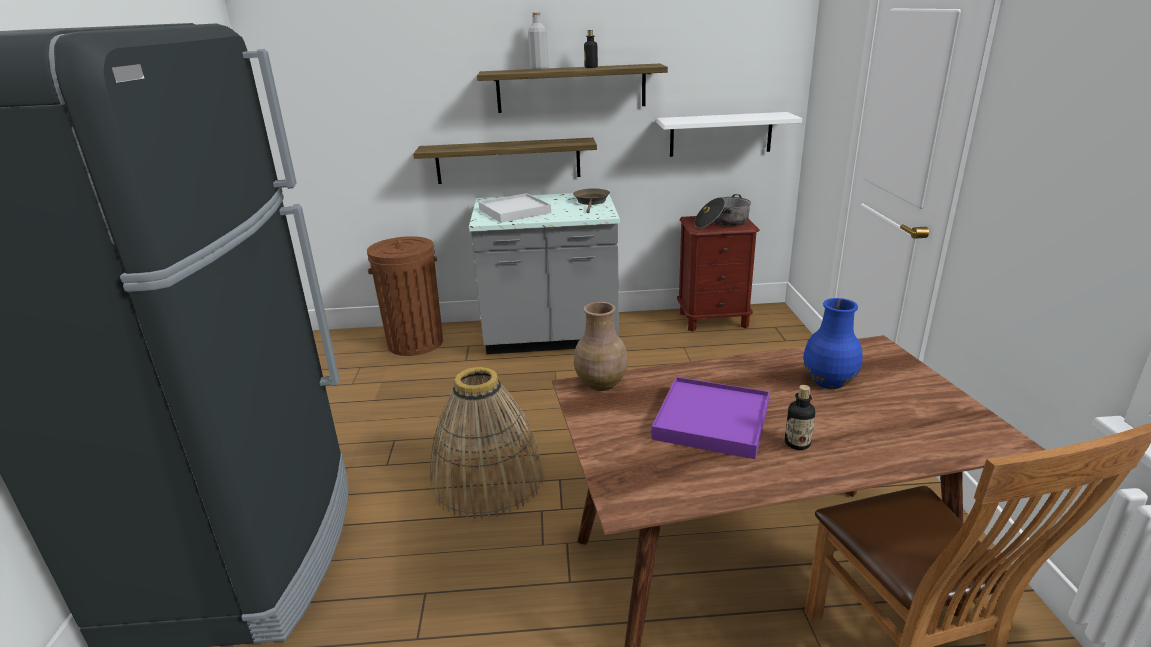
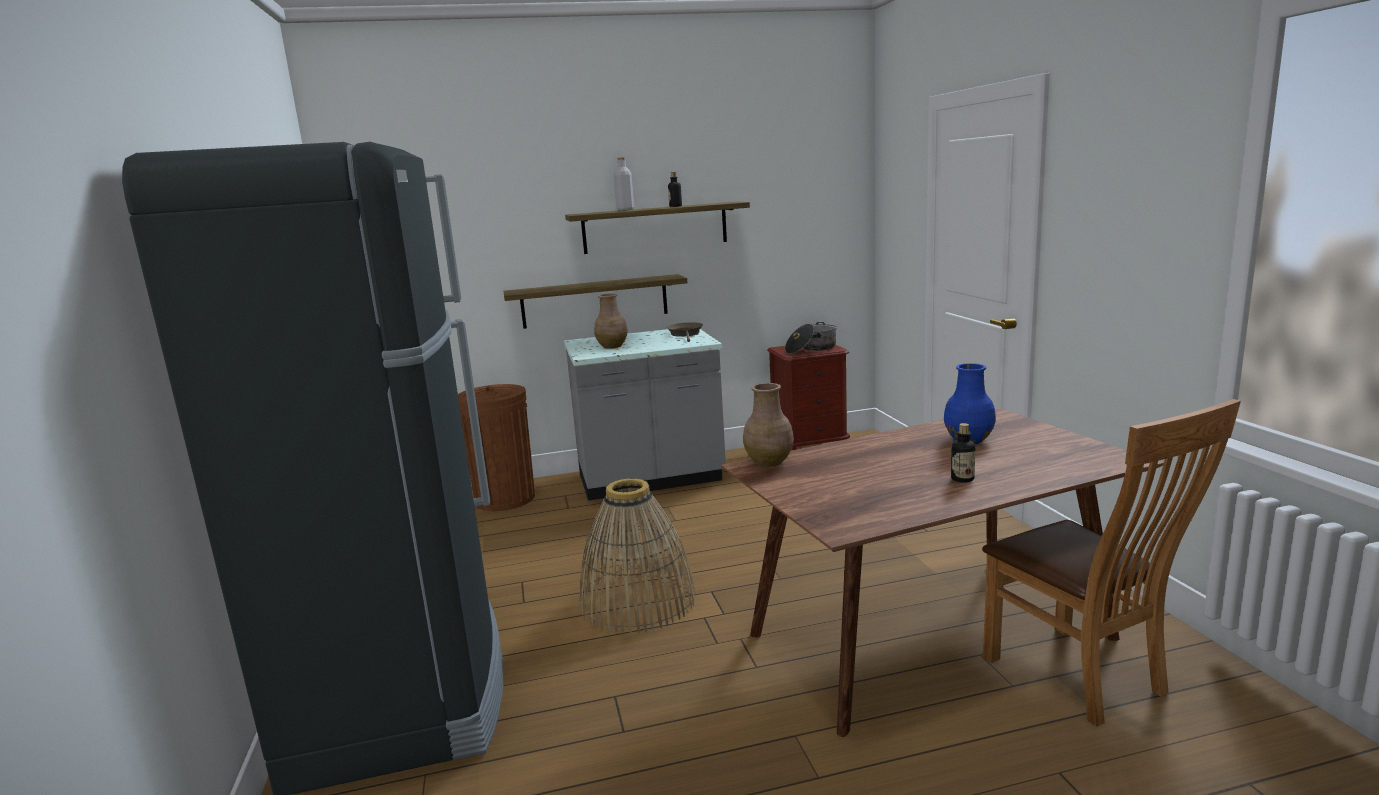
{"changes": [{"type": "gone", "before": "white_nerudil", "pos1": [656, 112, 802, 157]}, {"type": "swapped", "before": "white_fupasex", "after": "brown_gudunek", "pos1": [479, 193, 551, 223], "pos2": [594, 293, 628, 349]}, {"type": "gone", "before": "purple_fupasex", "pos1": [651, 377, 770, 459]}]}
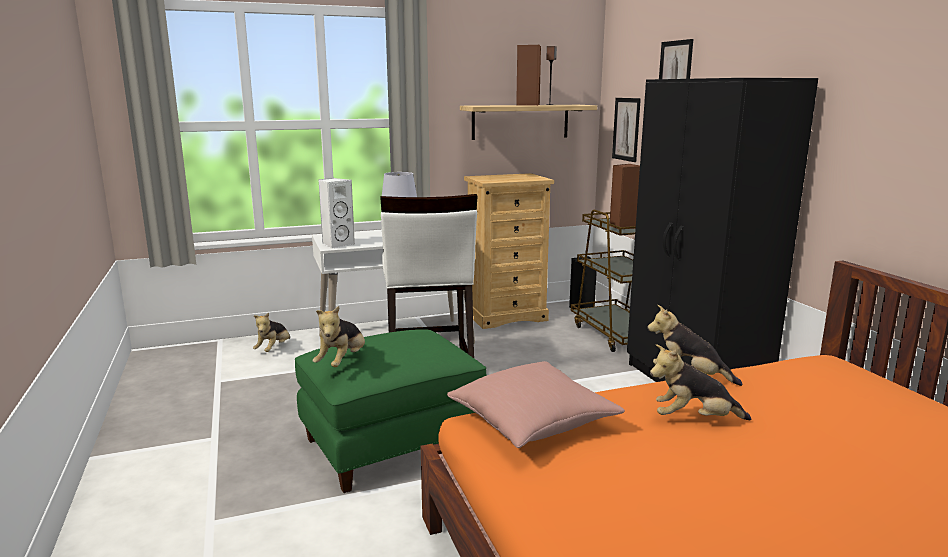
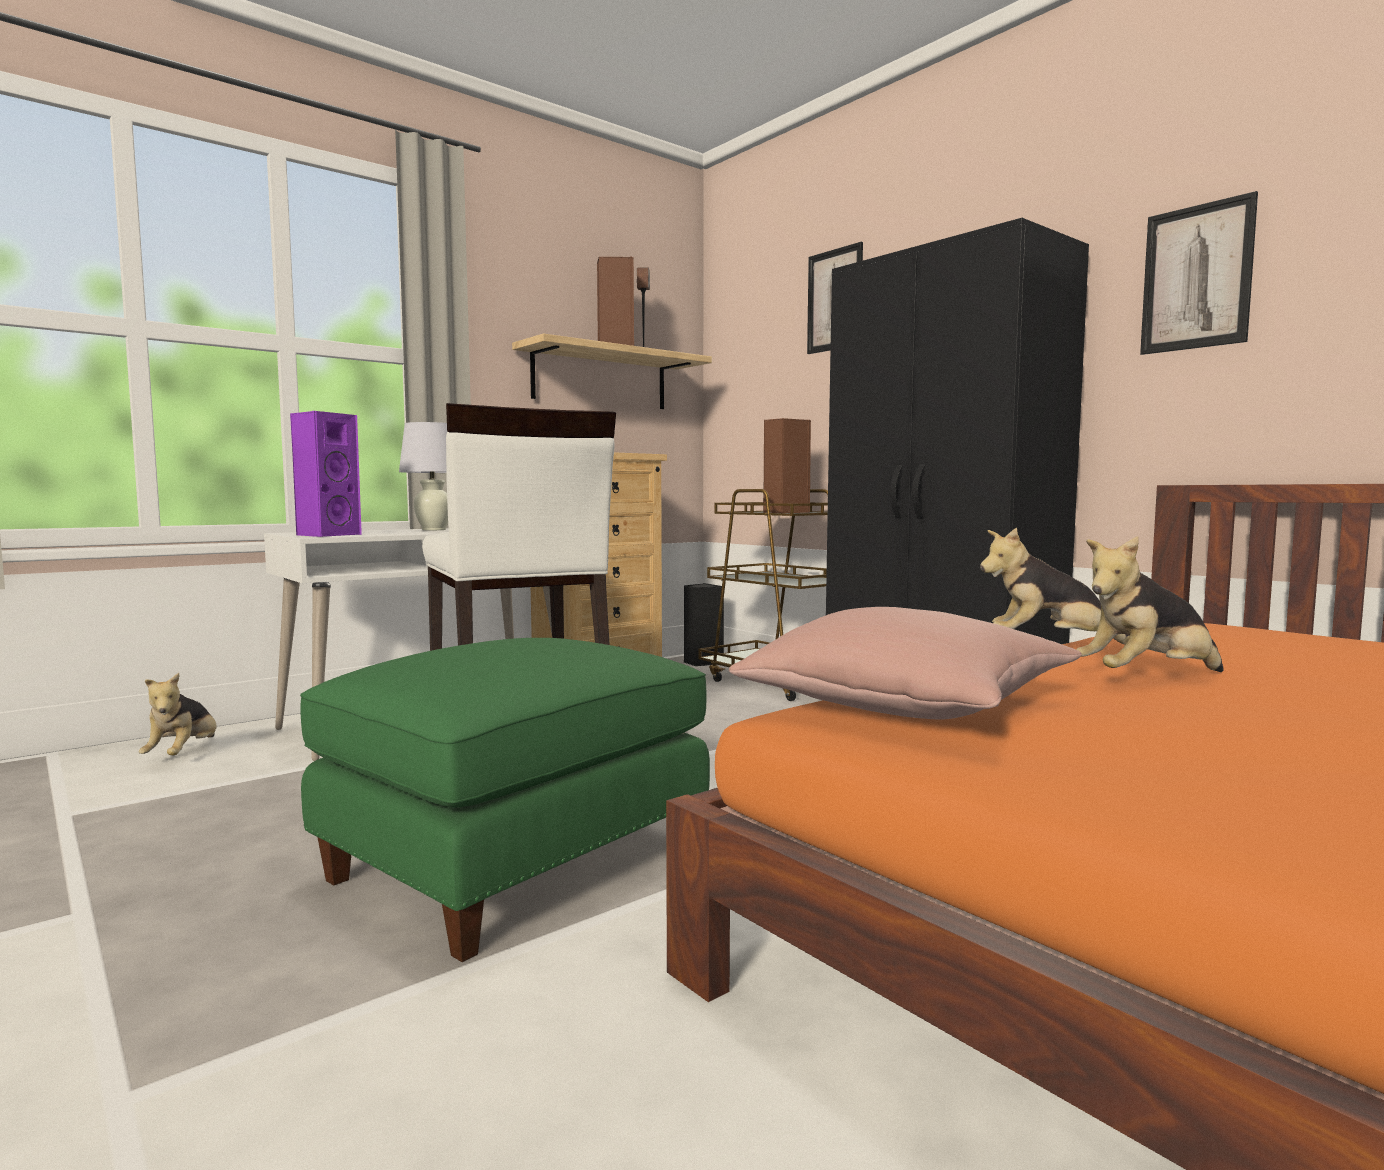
{"changes": [{"type": "shifted", "before": "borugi", "pos1": [612, 98, 641, 162], "pos2": [1140, 191, 1258, 355]}, {"type": "repainted", "before": "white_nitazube", "after": "purple_nitazube", "pos1": [318, 178, 355, 249], "pos2": [290, 411, 362, 537]}, {"type": "gone", "before": "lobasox", "pos1": [313, 306, 365, 367]}]}
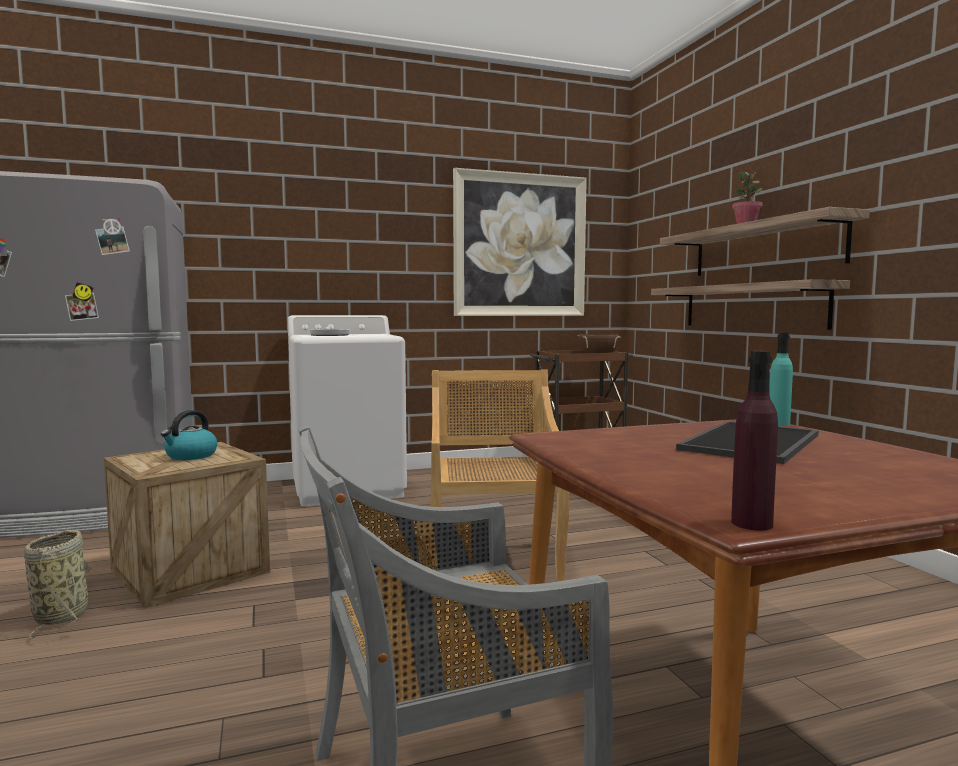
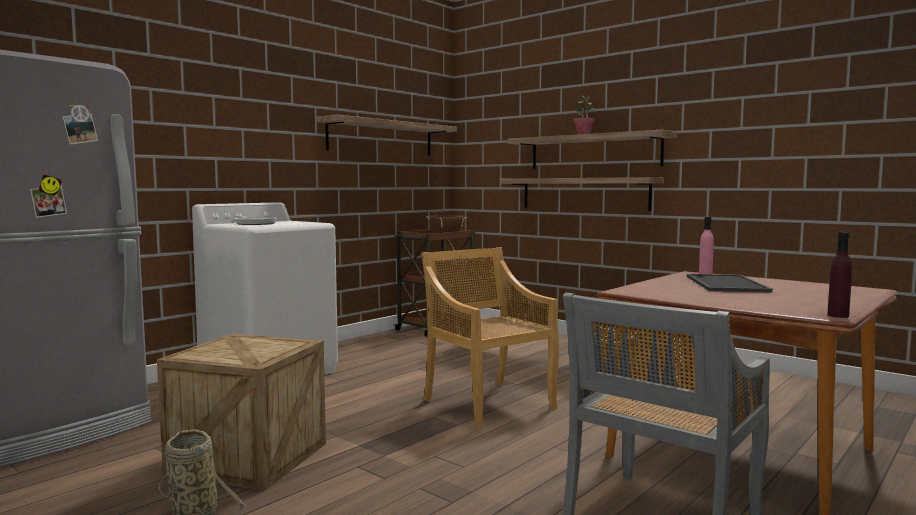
{"changes": [{"type": "swapped", "before": "borugi", "after": "nerudil", "pos1": [453, 168, 587, 316], "pos2": [316, 114, 457, 155]}, {"type": "repainted", "before": "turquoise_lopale", "after": "pink_lopale", "pos1": [769, 332, 793, 426], "pos2": [699, 217, 714, 274]}, {"type": "gone", "before": "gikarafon", "pos1": [161, 410, 217, 460]}]}
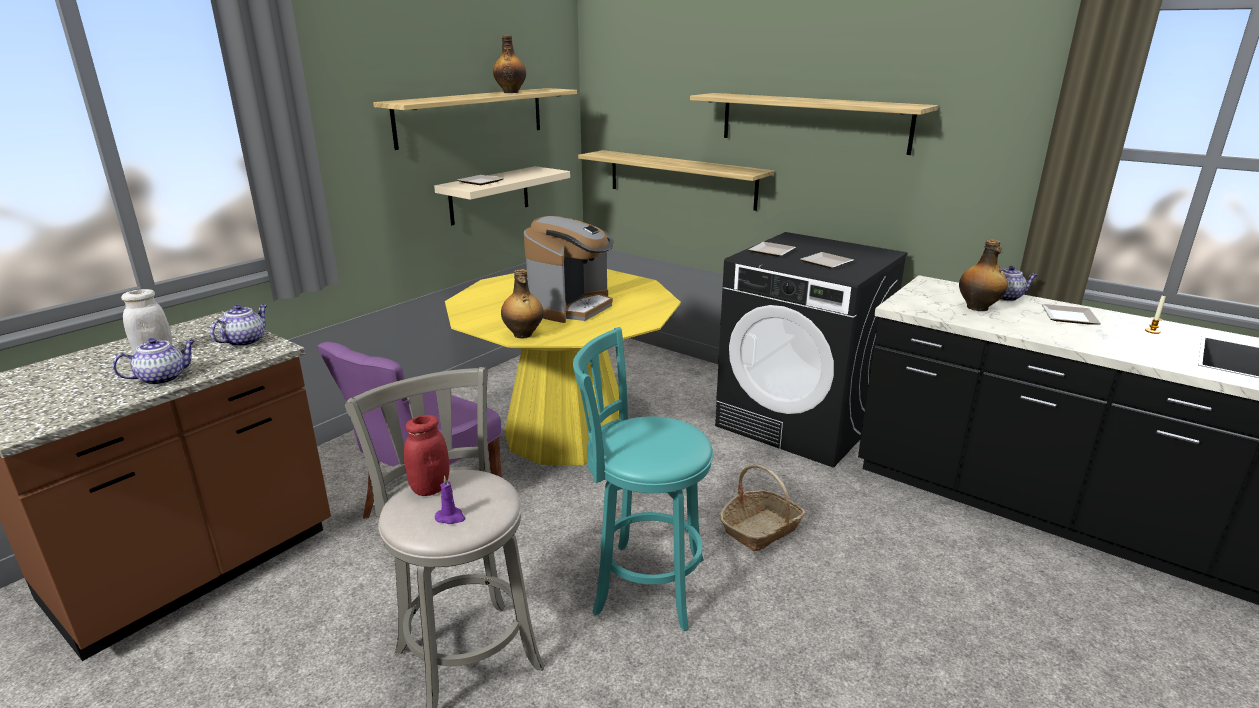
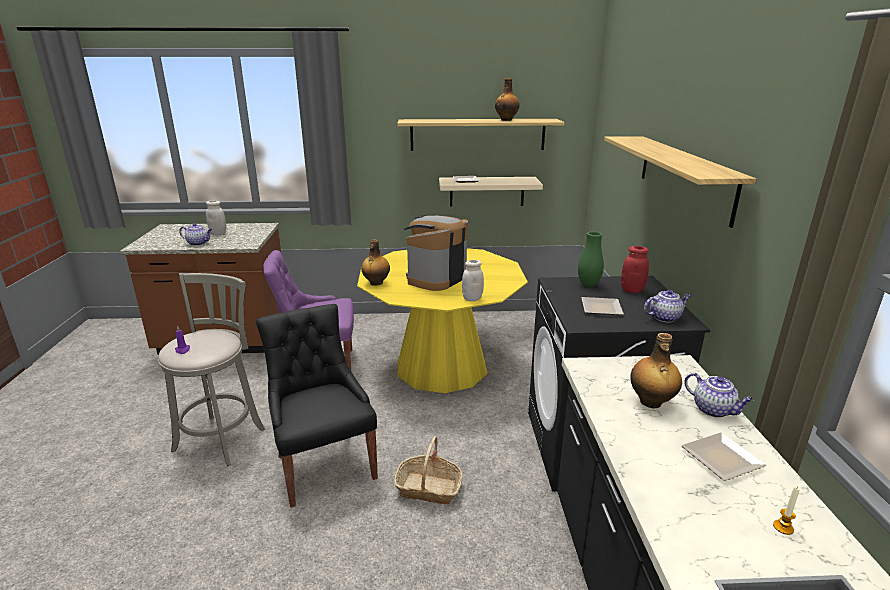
{"changes": [{"type": "gone", "before": "nerudil", "pos1": [578, 150, 774, 211]}, {"type": "rotated", "before": "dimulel", "pos1": [524, 216, 614, 323], "pos2": [404, 215, 468, 291], "turn": 135}, {"type": "swapped", "before": "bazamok", "after": "green_gudunek", "pos1": [748, 242, 796, 257], "pos2": [578, 231, 604, 287]}, {"type": "shifted", "before": "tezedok", "pos1": [210, 304, 267, 347], "pos2": [644, 290, 691, 322]}, {"type": "swapped", "before": "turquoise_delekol", "after": "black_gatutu", "pos1": [573, 327, 713, 631], "pos2": [256, 304, 378, 508]}, {"type": "shifted", "before": "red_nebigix", "pos1": [404, 415, 450, 496], "pos2": [621, 246, 649, 293]}, {"type": "new", "after": "white_nebigix", "pos2": [462, 260, 484, 301]}]}
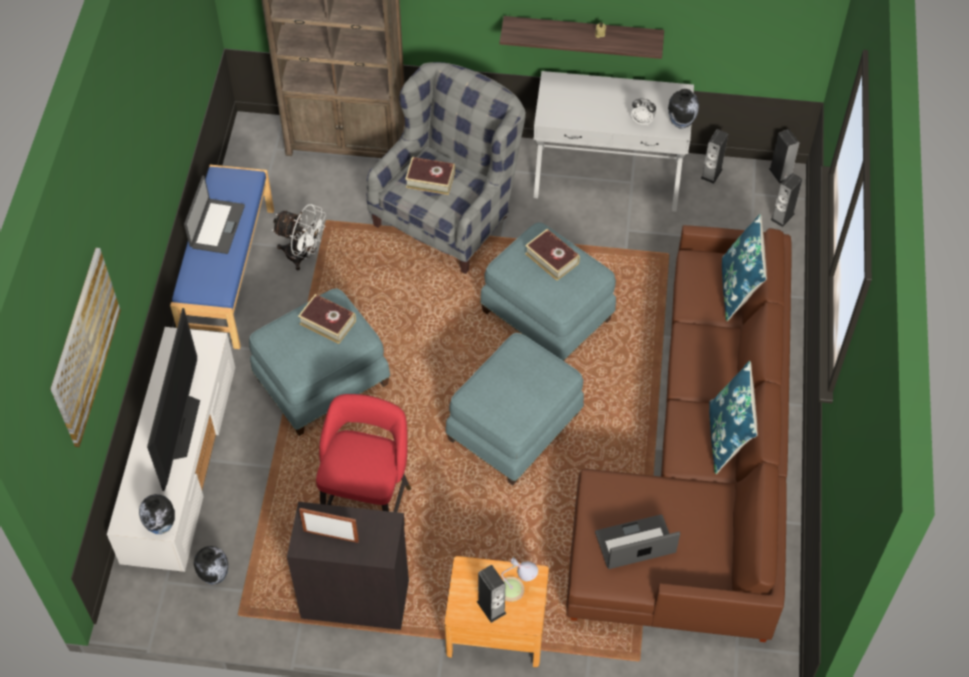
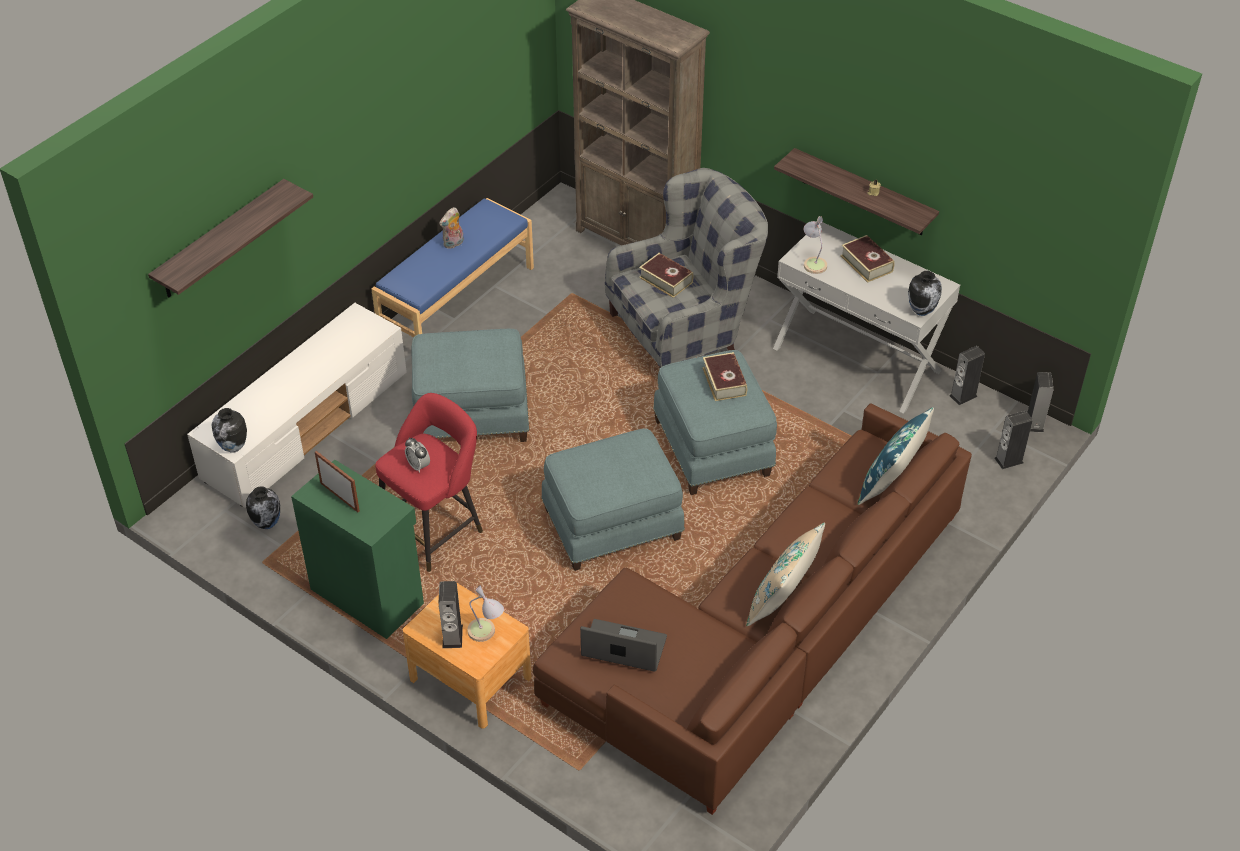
{"changes": [{"type": "shifted", "before": "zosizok", "pos1": [631, 98, 656, 126], "pos2": [405, 438, 430, 473]}, {"type": "swapped", "before": "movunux", "after": "lobasox", "pos1": [184, 176, 245, 254], "pos2": [439, 207, 464, 249]}, {"type": "gone", "before": "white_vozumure", "pos1": [272, 204, 326, 271]}, {"type": "swapped", "before": "borugi", "after": "nerudil", "pos1": [50, 248, 121, 447], "pos2": [148, 179, 313, 298]}, {"type": "shifted", "before": "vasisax", "pos1": [298, 294, 356, 344], "pos2": [840, 235, 895, 283]}, {"type": "gone", "before": "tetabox", "pos1": [147, 308, 200, 491]}, {"type": "repainted", "before": "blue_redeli", "after": "beige_redeli", "pos1": [709, 361, 758, 474], "pos2": [746, 523, 825, 626]}, {"type": "repainted", "before": "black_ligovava", "after": "green_ligovava", "pos1": [287, 502, 409, 630], "pos2": [291, 459, 424, 639]}, {"type": "new", "after": "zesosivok", "pos2": [804, 216, 827, 274]}]}
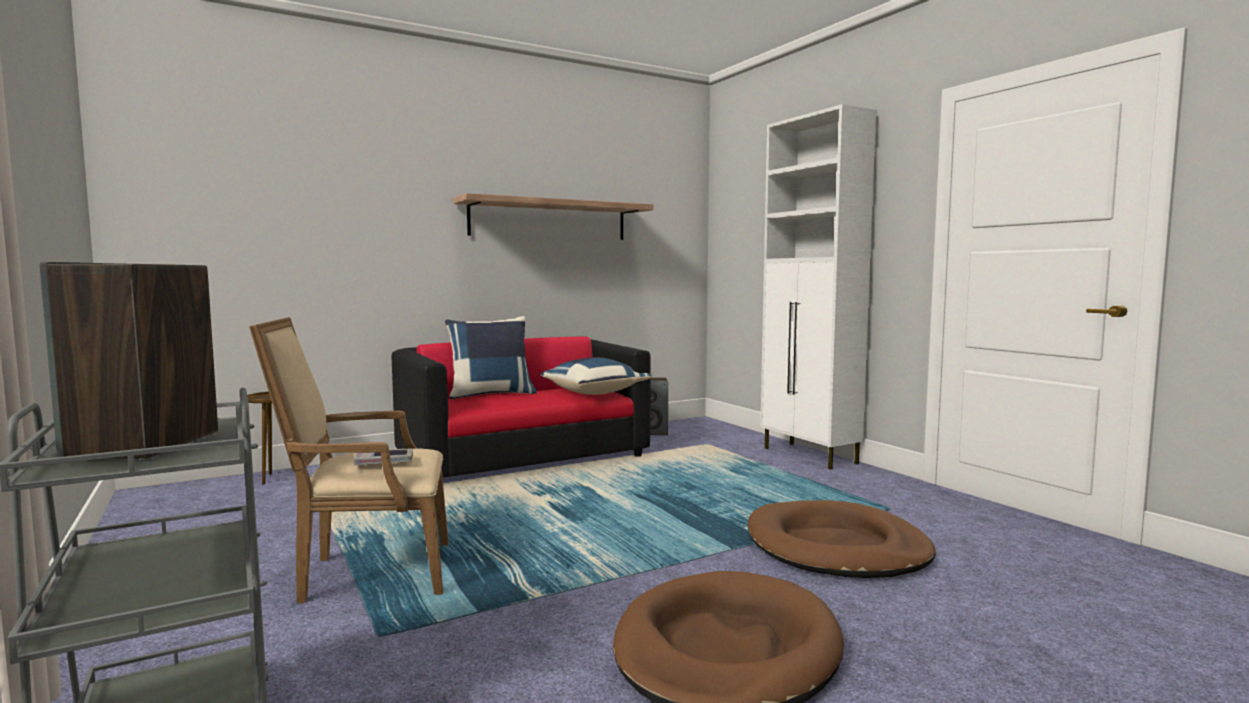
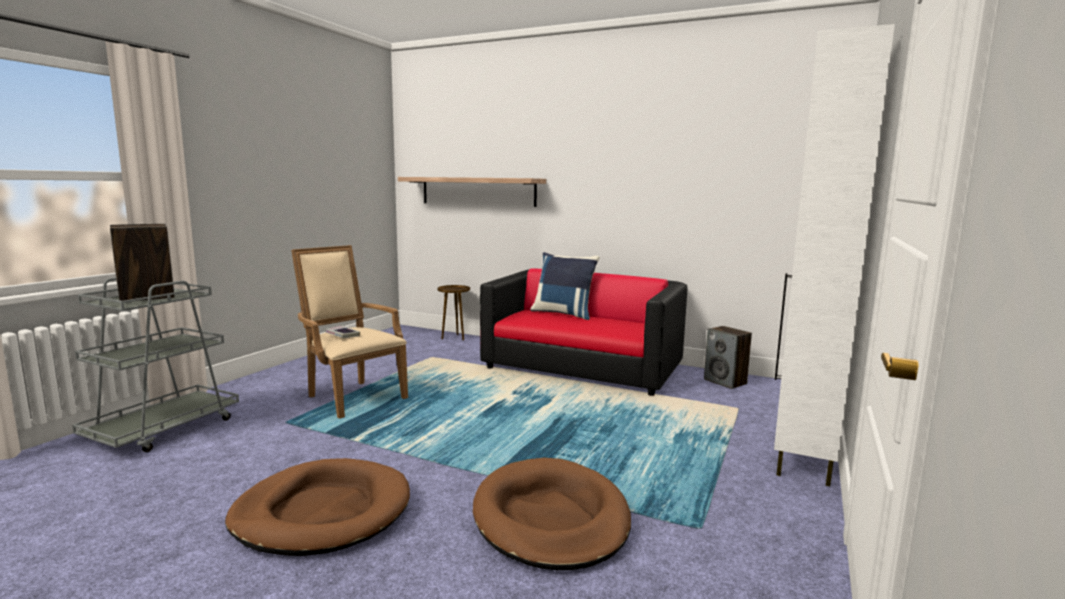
{"changes": [{"type": "shifted", "before": "nerudil", "pos1": [453, 193, 654, 240], "pos2": [398, 177, 546, 207]}, {"type": "gone", "before": "blue_redeli", "pos1": [540, 357, 652, 395]}]}
